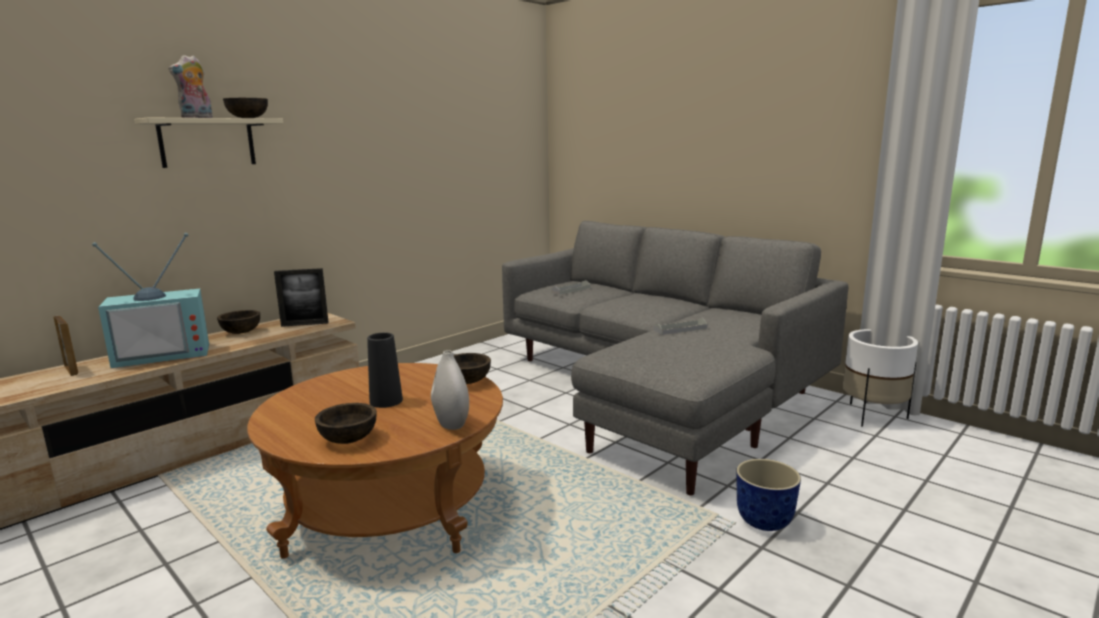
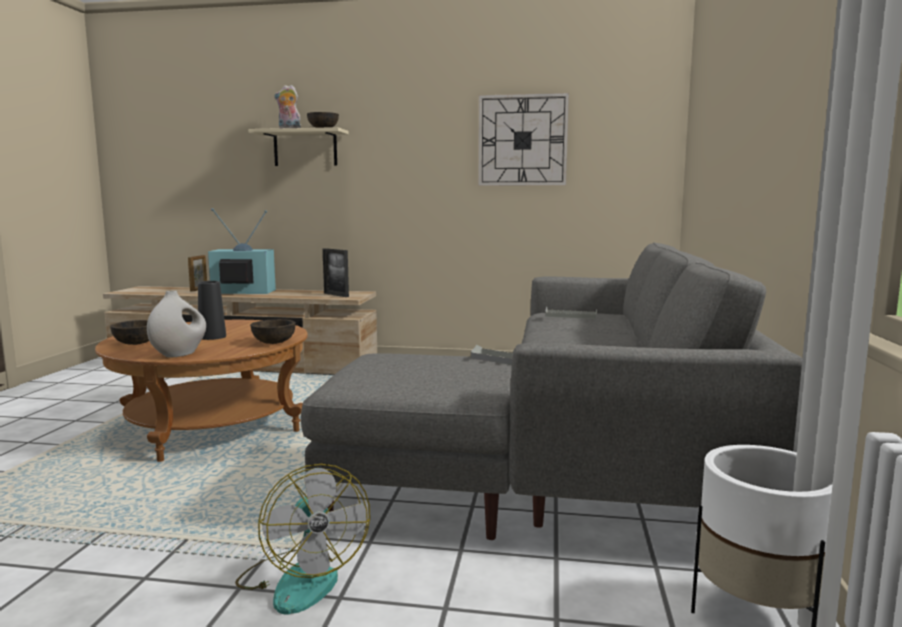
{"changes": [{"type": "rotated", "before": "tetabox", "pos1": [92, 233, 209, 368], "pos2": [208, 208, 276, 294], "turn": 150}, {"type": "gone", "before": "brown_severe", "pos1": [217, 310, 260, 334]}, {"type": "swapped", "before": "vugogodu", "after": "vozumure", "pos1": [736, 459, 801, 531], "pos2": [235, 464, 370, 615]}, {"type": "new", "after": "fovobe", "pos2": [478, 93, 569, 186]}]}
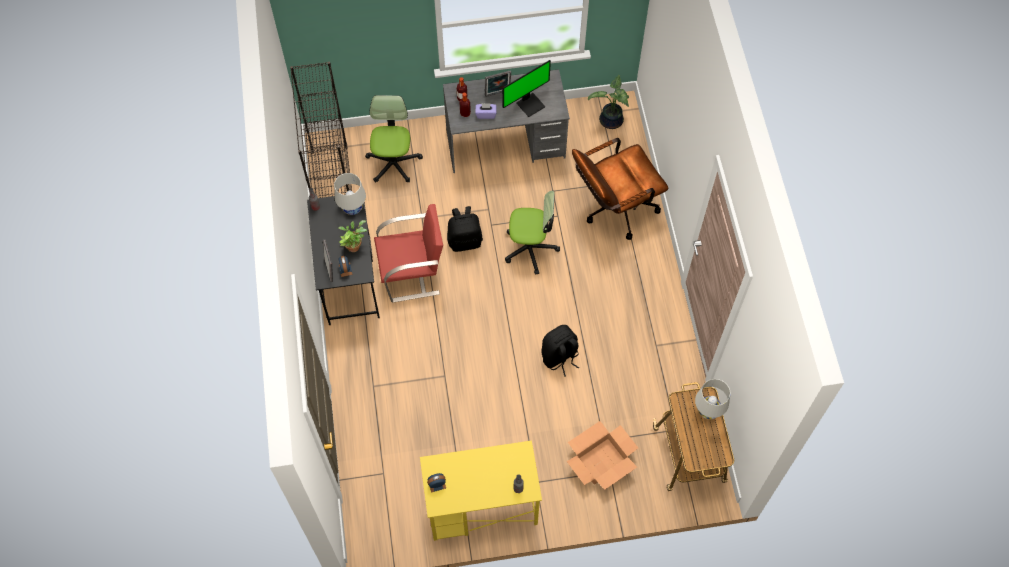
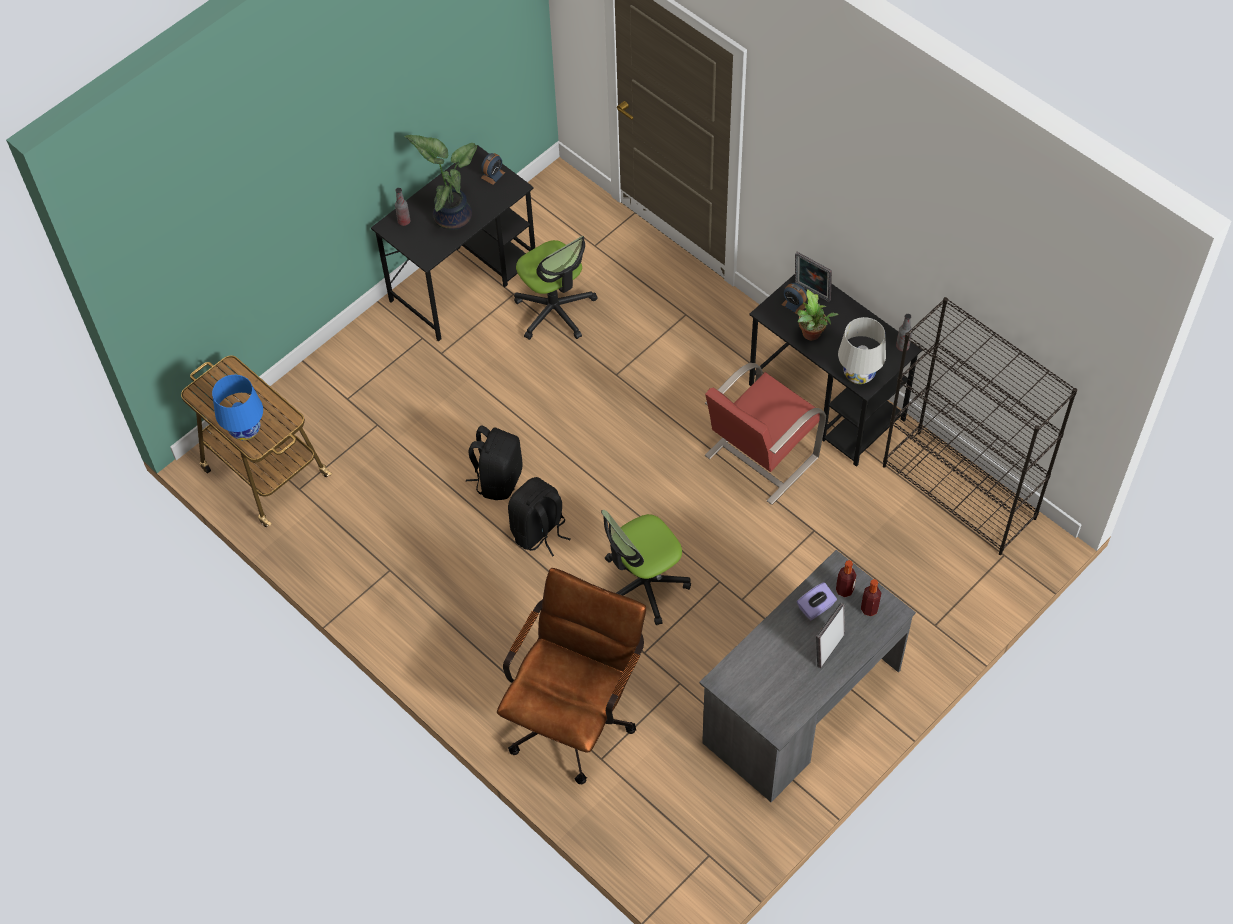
{"changes": [{"type": "gone", "before": "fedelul", "pos1": [502, 60, 551, 117]}, {"type": "shifted", "before": "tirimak", "pos1": [588, 75, 629, 129], "pos2": [405, 135, 478, 230]}, {"type": "shifted", "before": "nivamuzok", "pos1": [365, 95, 423, 182], "pos2": [514, 236, 598, 340]}, {"type": "shifted", "before": "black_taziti", "pos1": [447, 206, 483, 252], "pos2": [508, 477, 571, 557]}, {"type": "repainted", "before": "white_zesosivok", "after": "blue_zesosivok", "pos1": [695, 379, 730, 419], "pos2": [212, 375, 263, 440]}, {"type": "gone", "before": "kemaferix", "pos1": [567, 421, 638, 490]}, {"type": "repainted", "before": "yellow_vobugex", "after": "black_vobugex", "pos1": [420, 440, 542, 541], "pos2": [371, 146, 535, 342]}]}
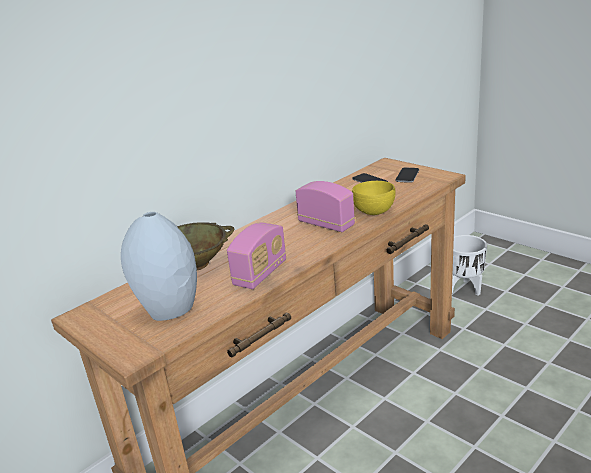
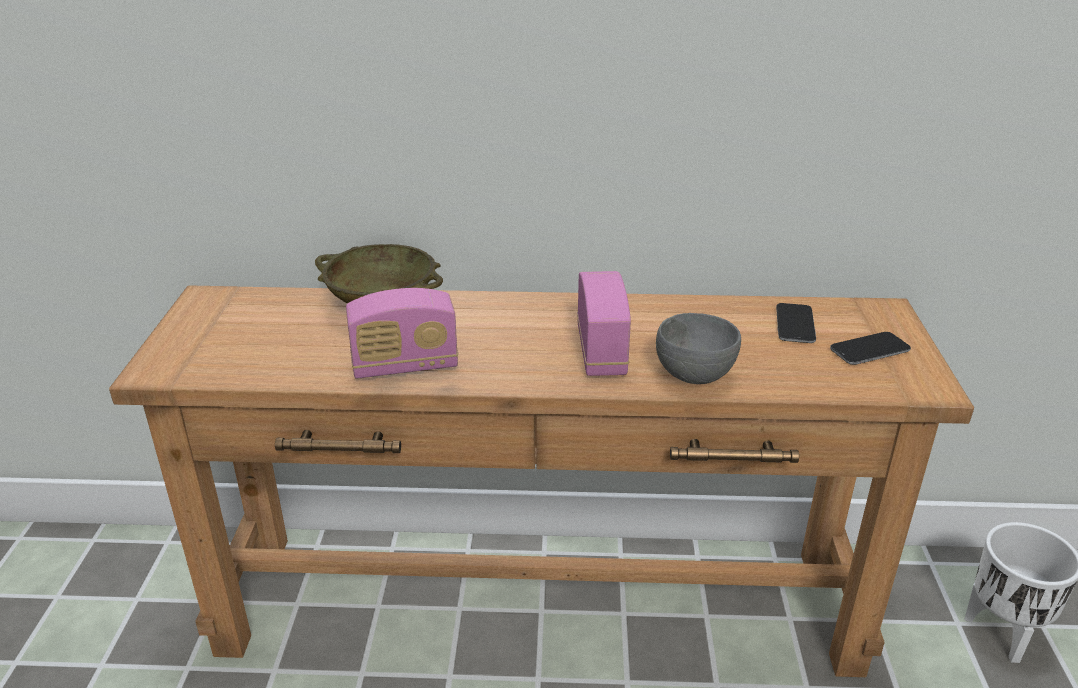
{"changes": [{"type": "repainted", "before": "yellow_severe", "after": "grey_severe", "pos1": [352, 181, 396, 215], "pos2": [656, 313, 741, 384]}, {"type": "gone", "before": "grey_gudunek", "pos1": [121, 212, 197, 321]}]}
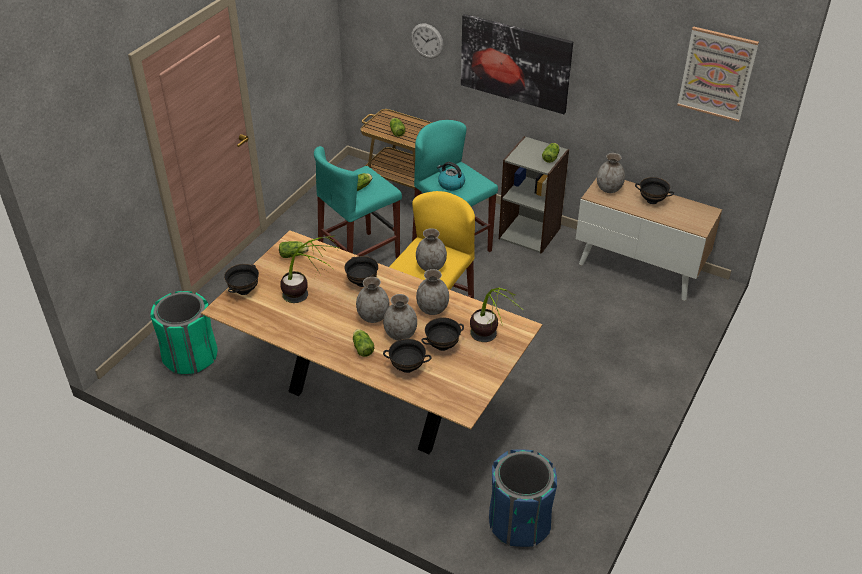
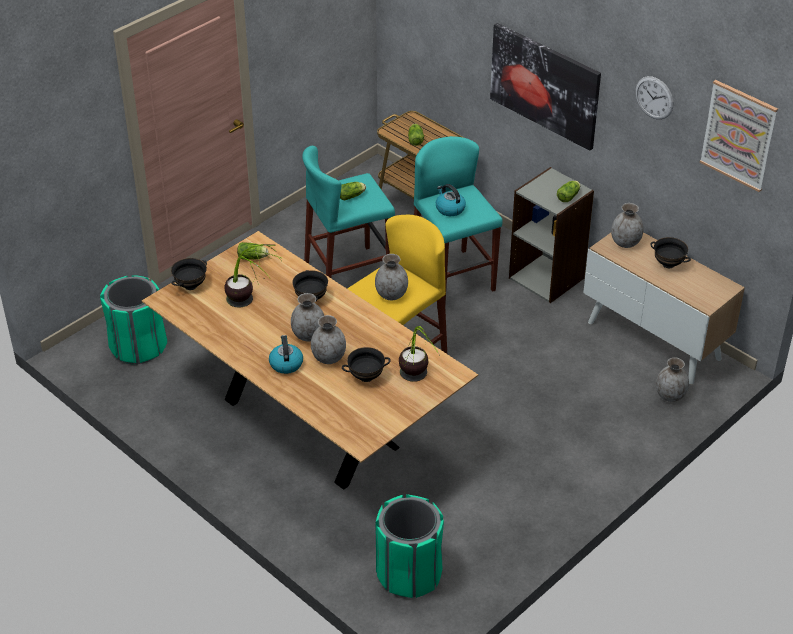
{"changes": [{"type": "shifted", "before": "fovobe", "pos1": [411, 23, 444, 59], "pos2": [635, 76, 673, 120]}, {"type": "shifted", "before": "grey_gudunek", "pos1": [416, 269, 449, 315], "pos2": [656, 357, 689, 402]}, {"type": "swapped", "before": "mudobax", "after": "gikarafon", "pos1": [353, 329, 374, 357], "pos2": [269, 335, 303, 374]}, {"type": "gone", "before": "black_severe", "pos1": [383, 339, 432, 373]}, {"type": "repainted", "before": "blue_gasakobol", "after": "green_gasakobol", "pos1": [489, 449, 557, 547], "pos2": [375, 494, 444, 598]}]}
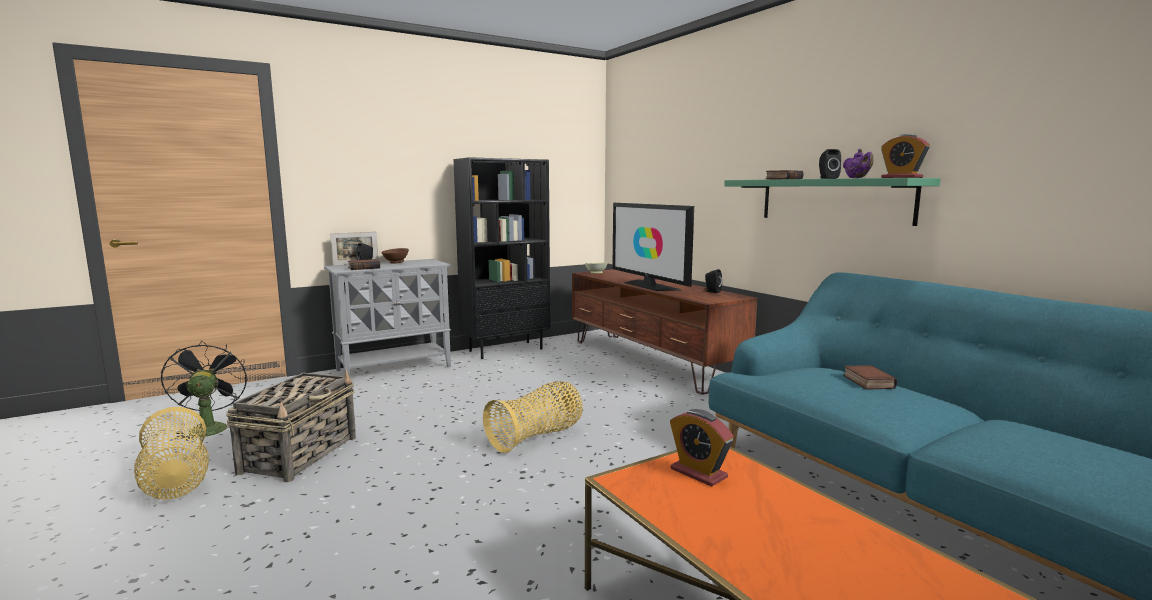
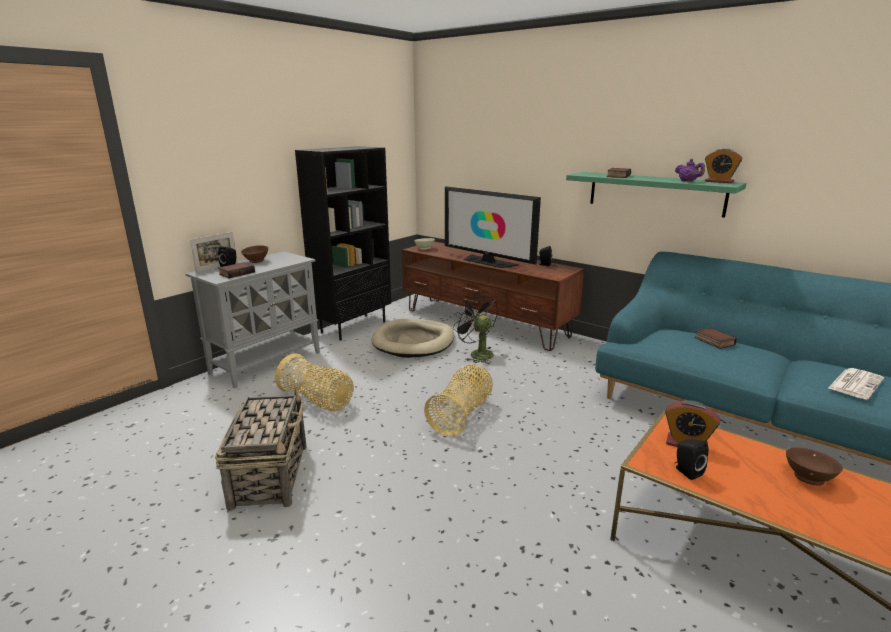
{"changes": [{"type": "shifted", "before": "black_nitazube", "pos1": [819, 149, 841, 179], "pos2": [675, 439, 709, 480]}, {"type": "shifted", "before": "black_vozumure", "pos1": [161, 340, 248, 443], "pos2": [453, 294, 498, 364]}, {"type": "shifted", "before": "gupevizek", "pos1": [134, 407, 209, 500], "pos2": [275, 353, 354, 411]}, {"type": "new", "after": "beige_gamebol", "pos2": [371, 319, 454, 358]}, {"type": "new", "after": "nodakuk", "pos2": [828, 368, 884, 400]}, {"type": "new", "after": "brown_severe", "pos2": [786, 447, 843, 486]}]}
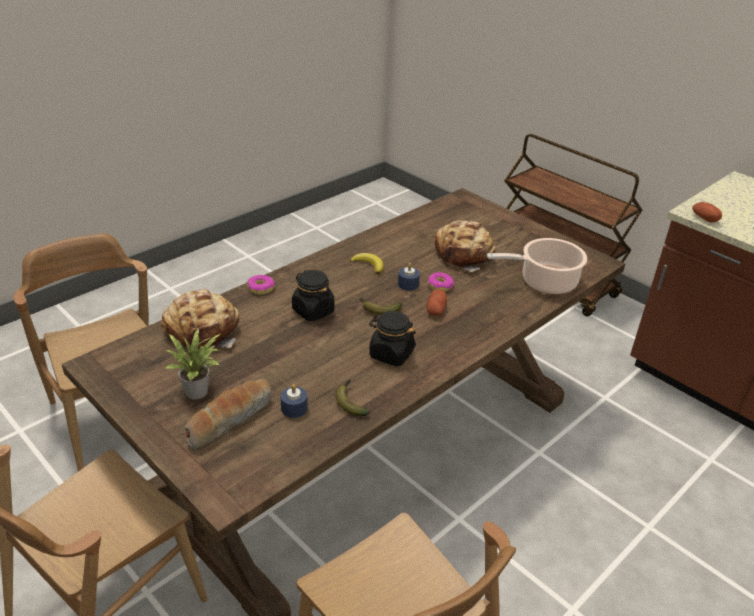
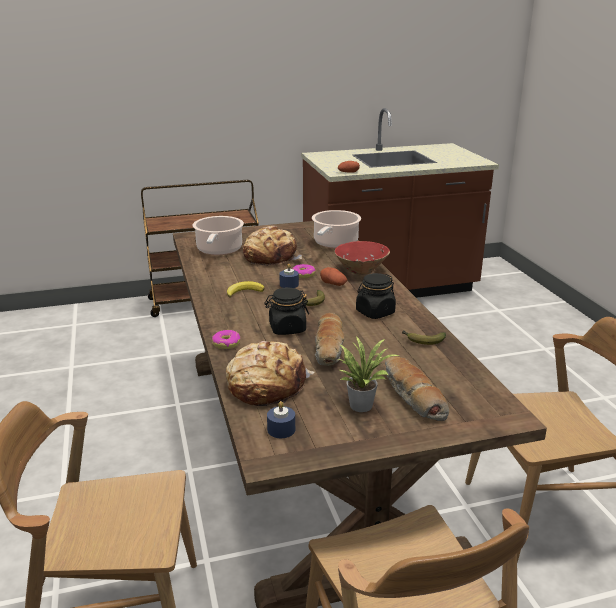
{"changes": [{"type": "shifted", "before": "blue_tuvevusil", "pos1": [280, 384, 308, 418], "pos2": [267, 401, 295, 438]}, {"type": "new", "after": "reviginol", "pos2": [193, 216, 244, 255]}, {"type": "new", "after": "red_severe", "pos2": [334, 241, 390, 275]}, {"type": "new", "after": "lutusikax", "pos2": [315, 313, 345, 366]}]}
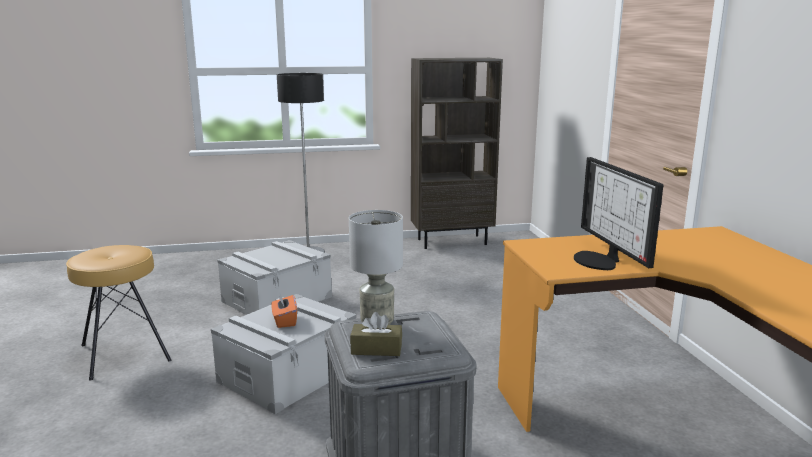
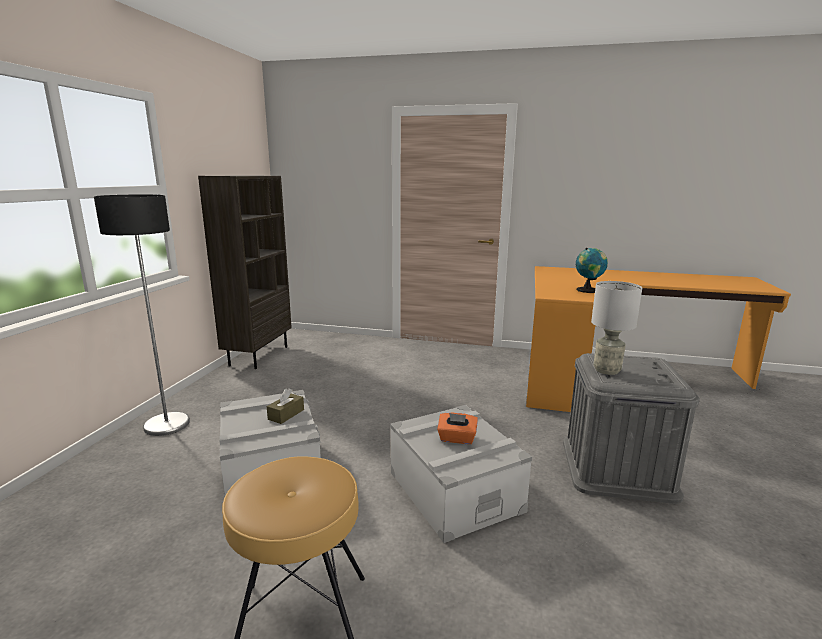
{"changes": [{"type": "swapped", "before": "fedelul", "after": "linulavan", "pos1": [574, 157, 663, 270], "pos2": [576, 248, 608, 293]}, {"type": "shifted", "before": "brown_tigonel", "pos1": [350, 312, 402, 356], "pos2": [267, 388, 304, 424]}]}
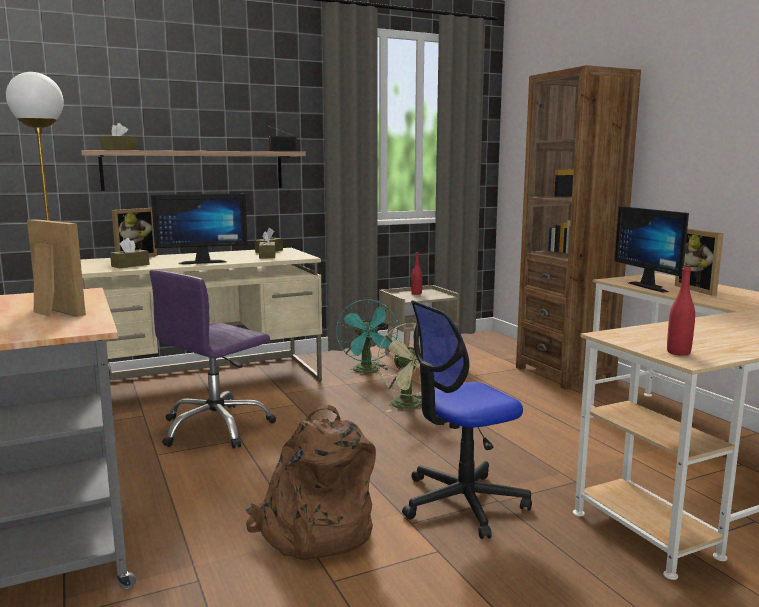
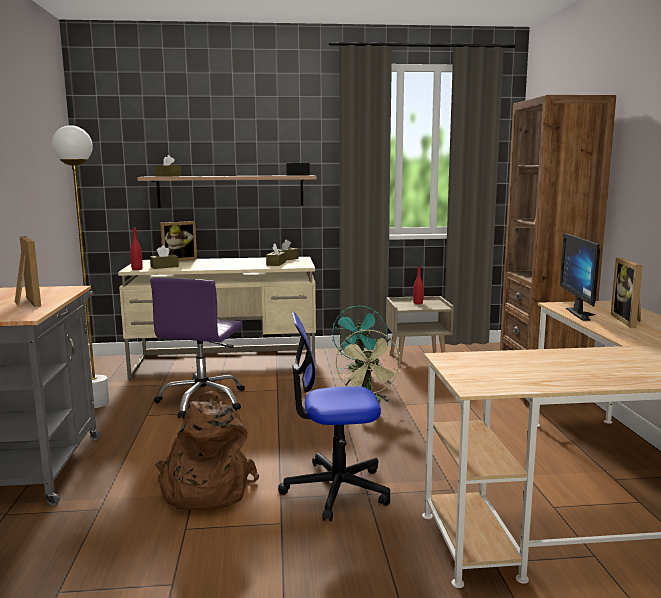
{"changes": [{"type": "gone", "before": "fedelul", "pos1": [151, 193, 248, 264]}, {"type": "shifted", "before": "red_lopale", "pos1": [667, 265, 695, 356], "pos2": [130, 227, 143, 270]}, {"type": "rotated", "before": "purple_nivamuzok", "pos1": [149, 270, 276, 449], "pos2": [150, 278, 245, 419], "turn": -45}]}
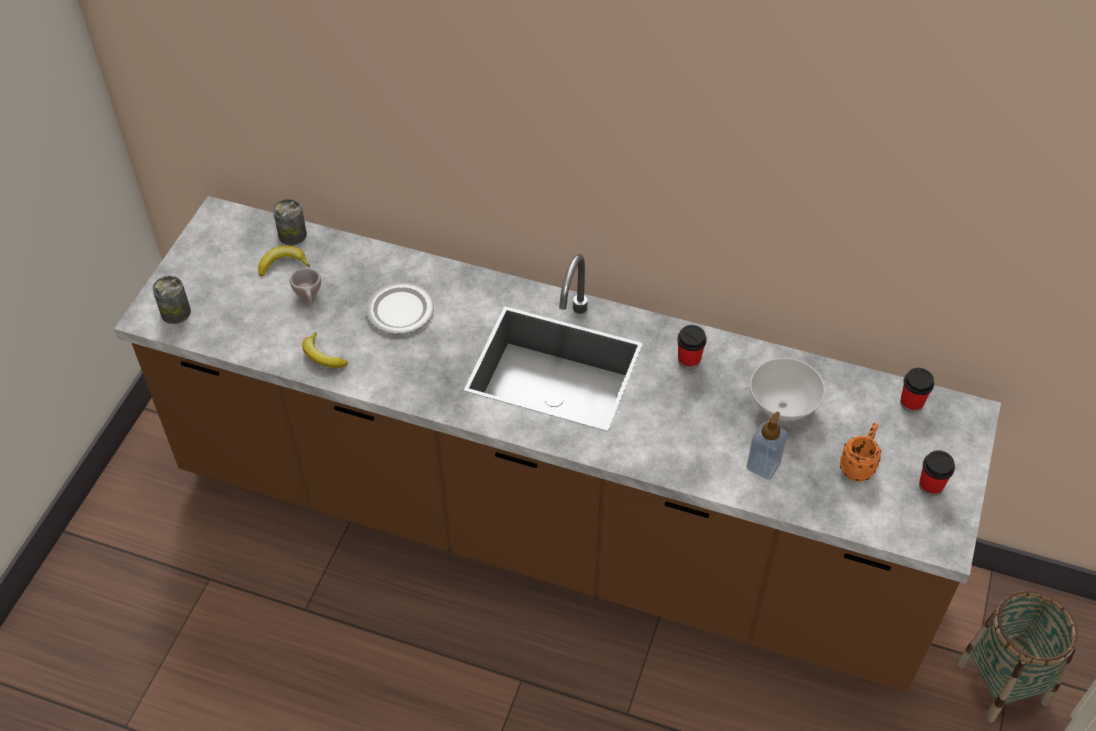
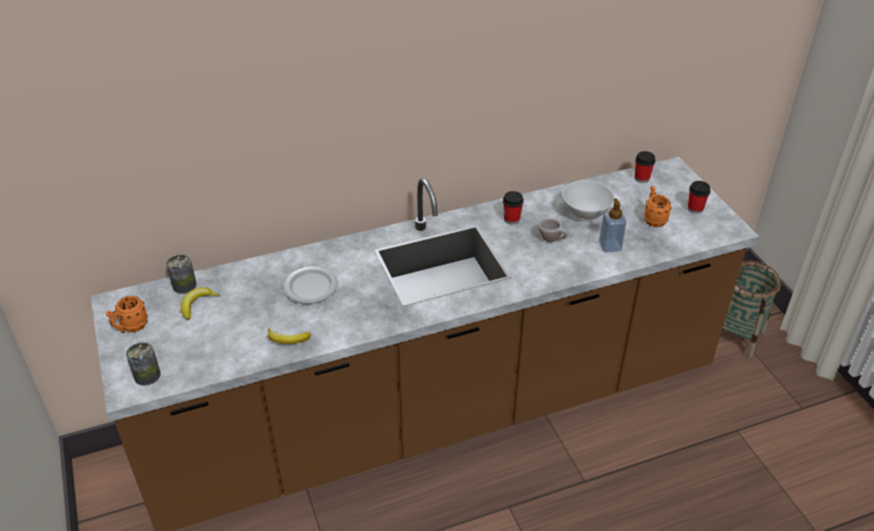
{"changes": [{"type": "shifted", "before": "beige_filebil", "pos1": [290, 268, 321, 304], "pos2": [538, 218, 567, 242]}, {"type": "new", "after": "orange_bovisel", "pos2": [106, 296, 148, 333]}]}
